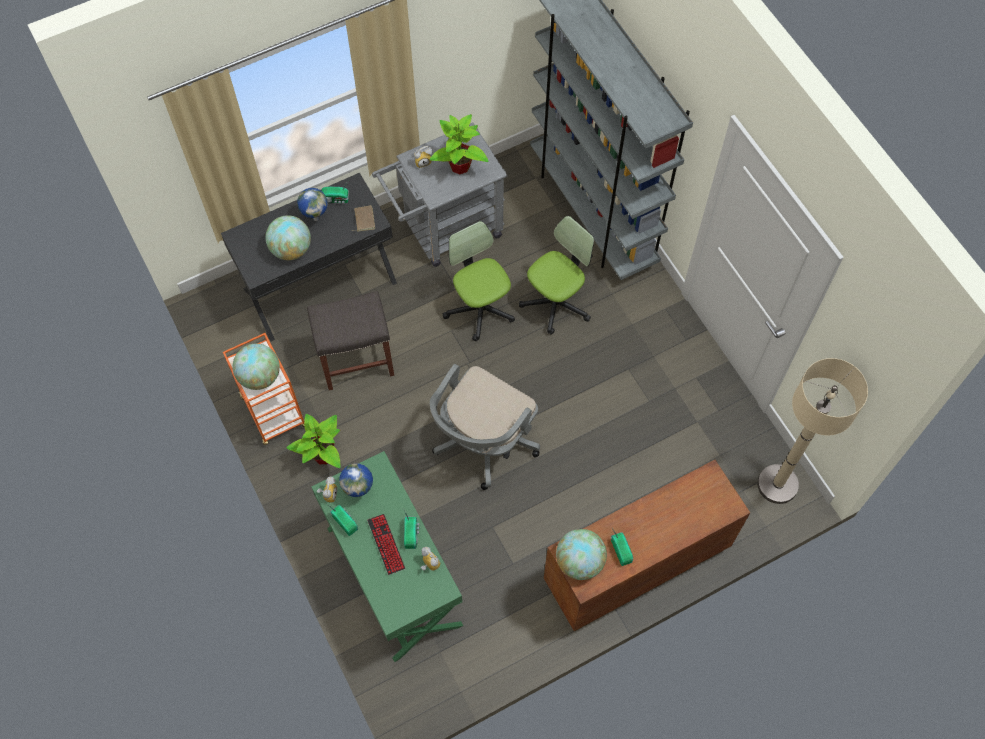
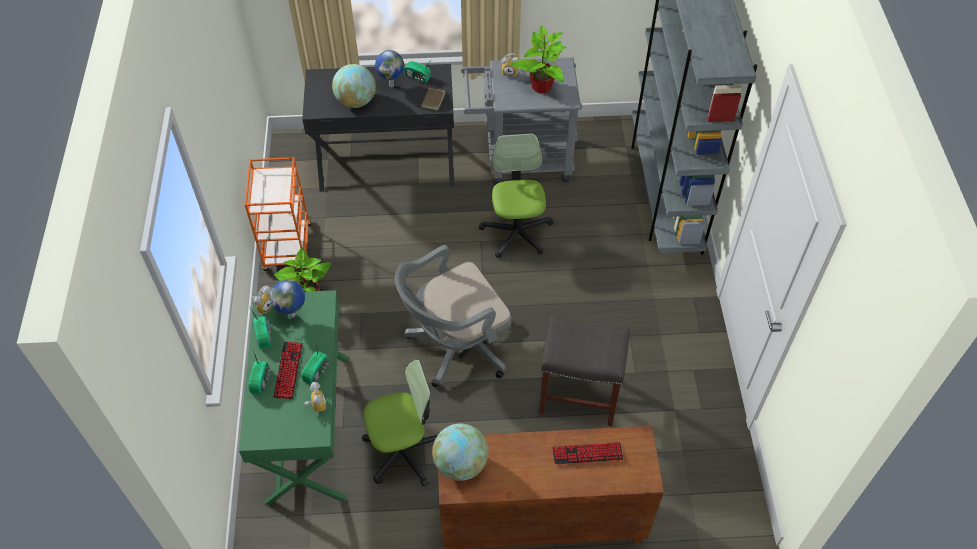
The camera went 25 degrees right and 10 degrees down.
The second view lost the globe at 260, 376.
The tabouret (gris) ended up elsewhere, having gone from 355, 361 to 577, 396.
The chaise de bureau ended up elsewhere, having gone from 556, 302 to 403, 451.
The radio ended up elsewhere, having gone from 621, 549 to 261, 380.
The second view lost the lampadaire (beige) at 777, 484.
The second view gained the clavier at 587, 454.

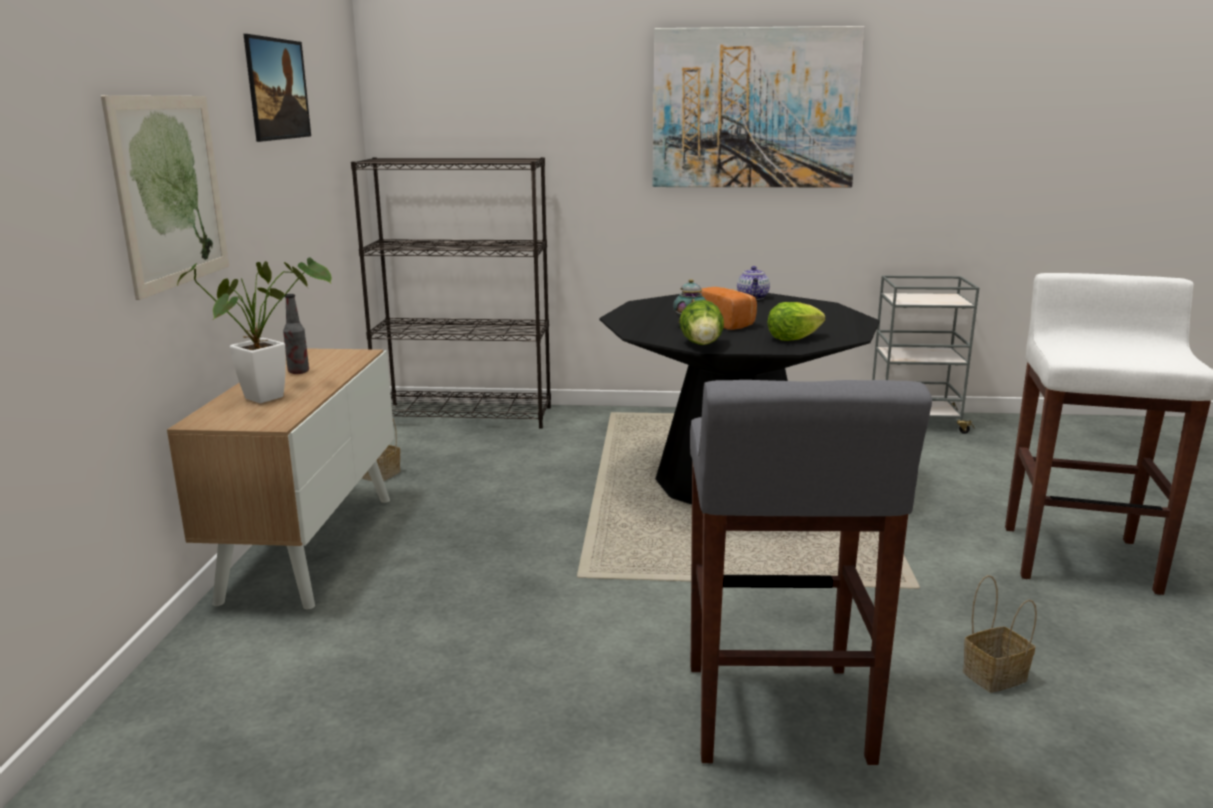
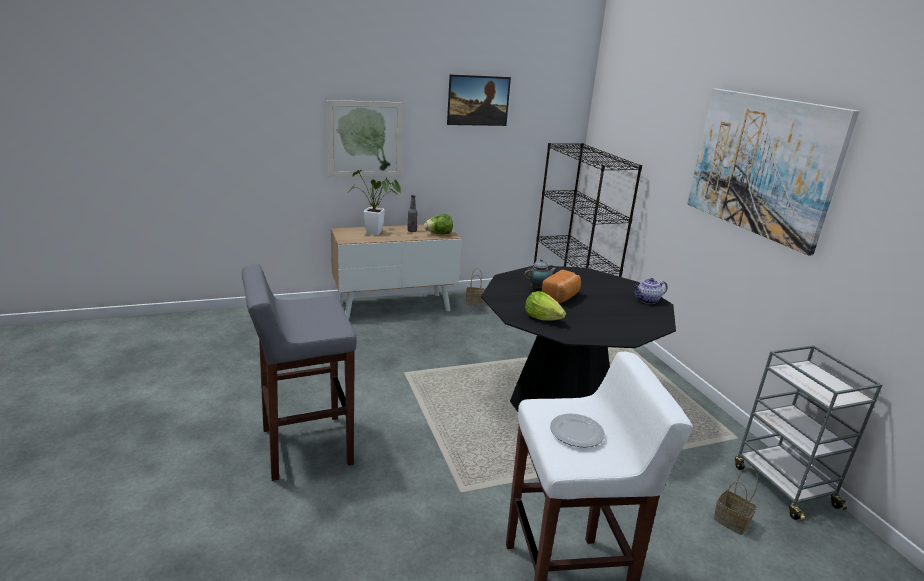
The camera went 65 degrees right and 5 degrees up.
The laitue ended up elsewhere, having gone from 702, 345 to 438, 234.
The panier ended up elsewhere, having gone from 995, 675 to 732, 521.
The second view gained the assiette at 577, 433.

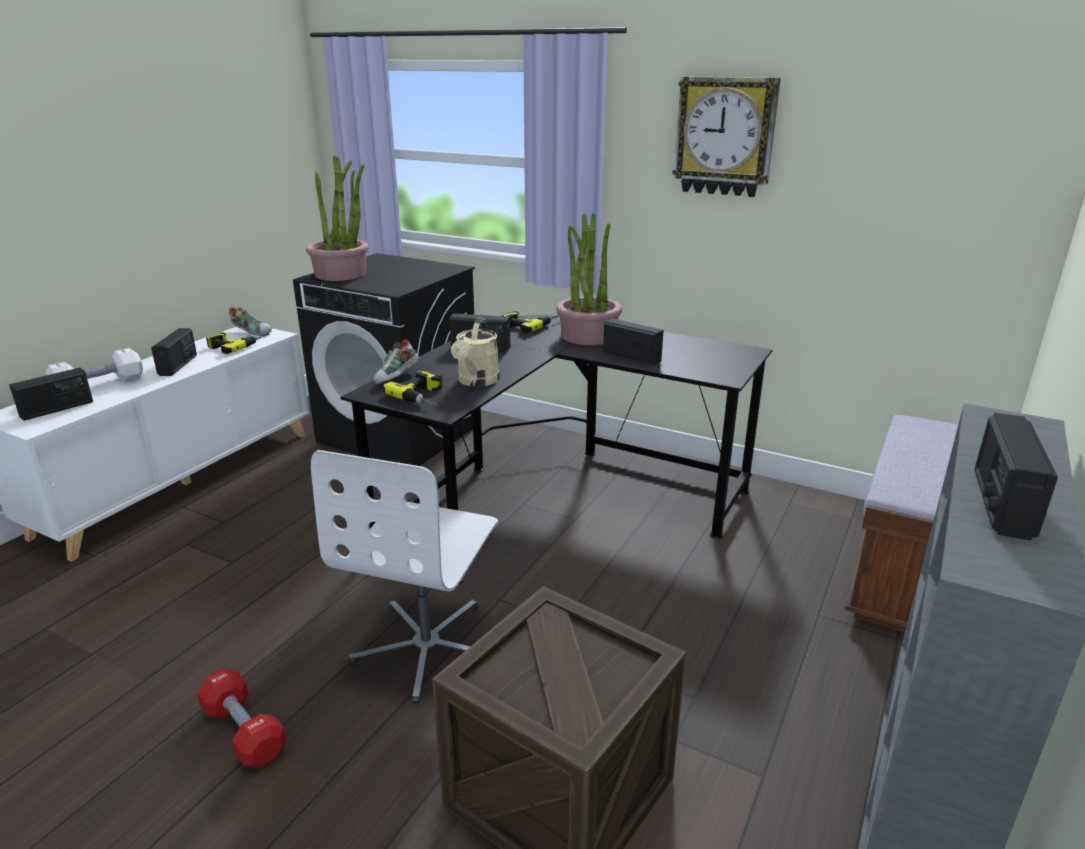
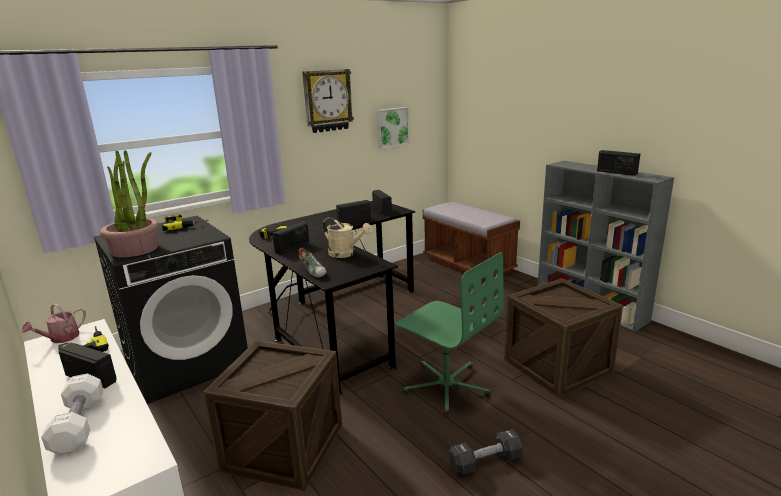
The camera went 65 degrees left and 5 degrees down.
The radio ended up elsewhere, having gone from 57, 409 to 382, 210.
What was the haltère (rouge) at 244, 732 turned into the haltère (noir) at 485, 462.
Where the chaussure stood at 252, 332, the arrosoir came to stand at 61, 338.
What was the chaise de bureau (blanc) at 428, 648 turned into the chaise de bureau (vert) at 446, 386.
The perceuse ended up elsewhere, having gone from 426, 396 to 185, 225.
The second view lost the plante en pot at 588, 336.
The second view gained the caisse at 283, 446.
The second view gained the tableau at 392, 127.

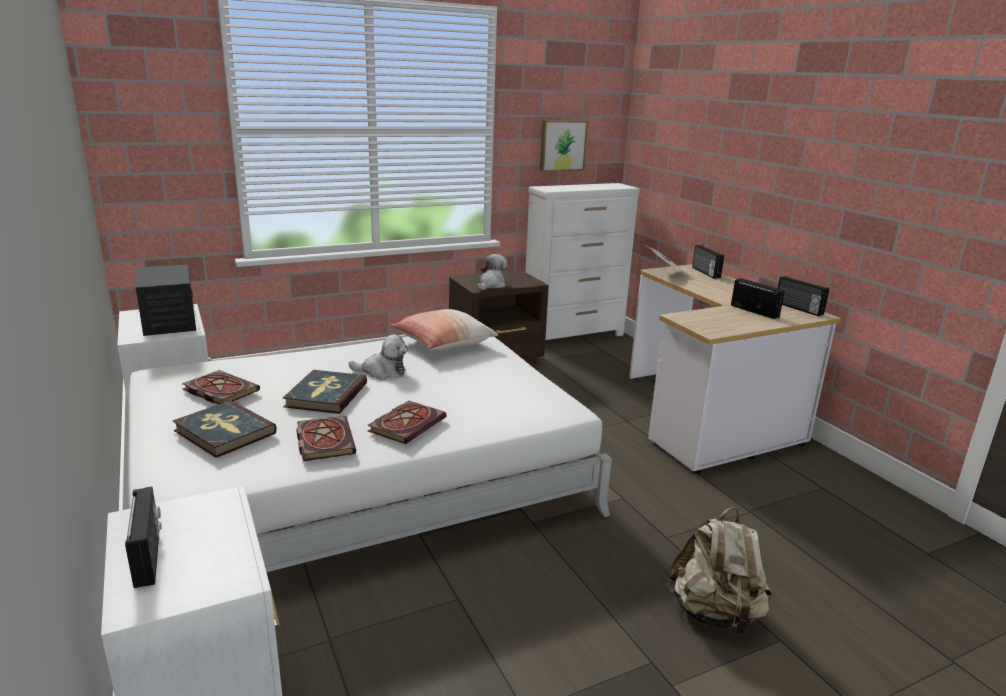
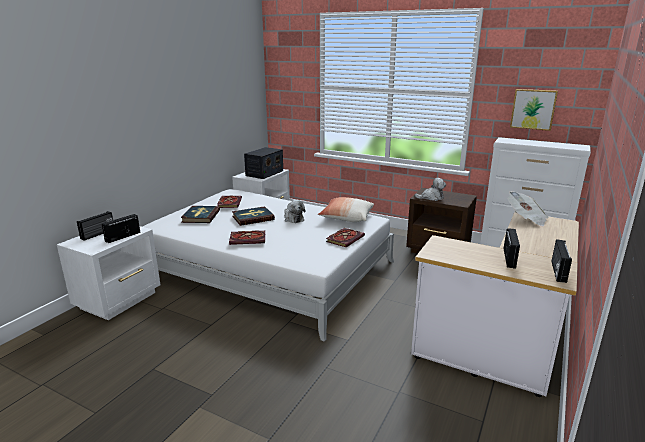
The camera went 55 degrees right and 0 degrees up.
The livre ended up elsewhere, having gone from 323, 440 to 345, 238.
The second view lost the sac à dos (beige) at 714, 614.
The radio ended up elsewhere, having gone from 705, 272 to 122, 236.

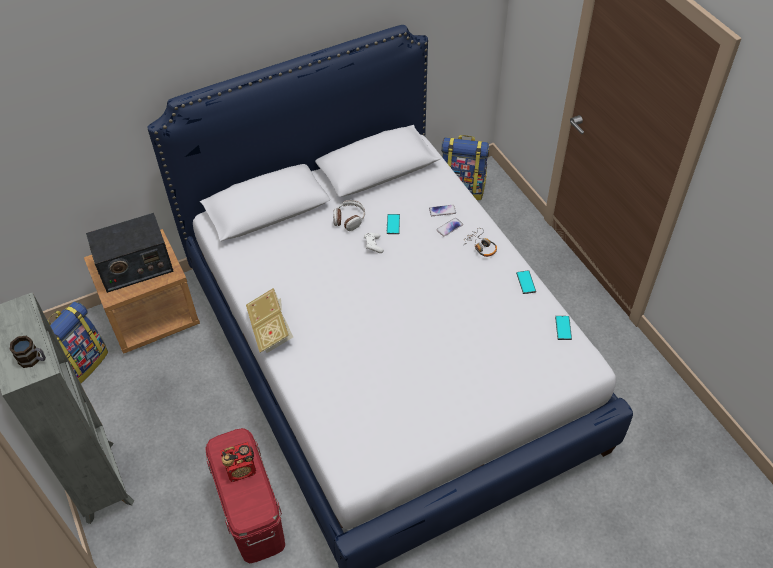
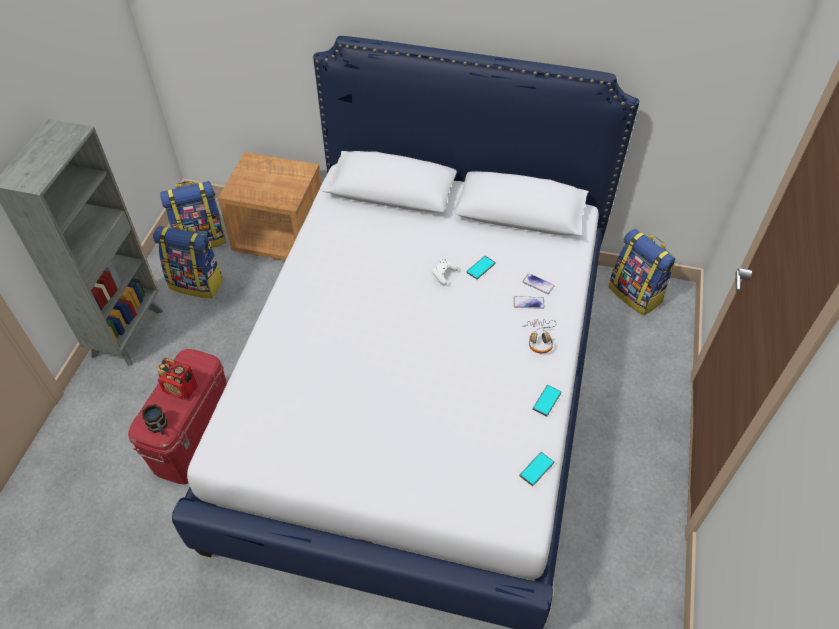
The camera went 40 degrees right and 0 degrees up.
The mug ended up elsewhere, having gone from 33, 359 to 159, 427.
The second view lost the radio at 135, 267.
The second view lost the livre at 271, 330.
The second view lost the casque audio at 349, 219.
The second view gained the sac à dos at 197, 283.

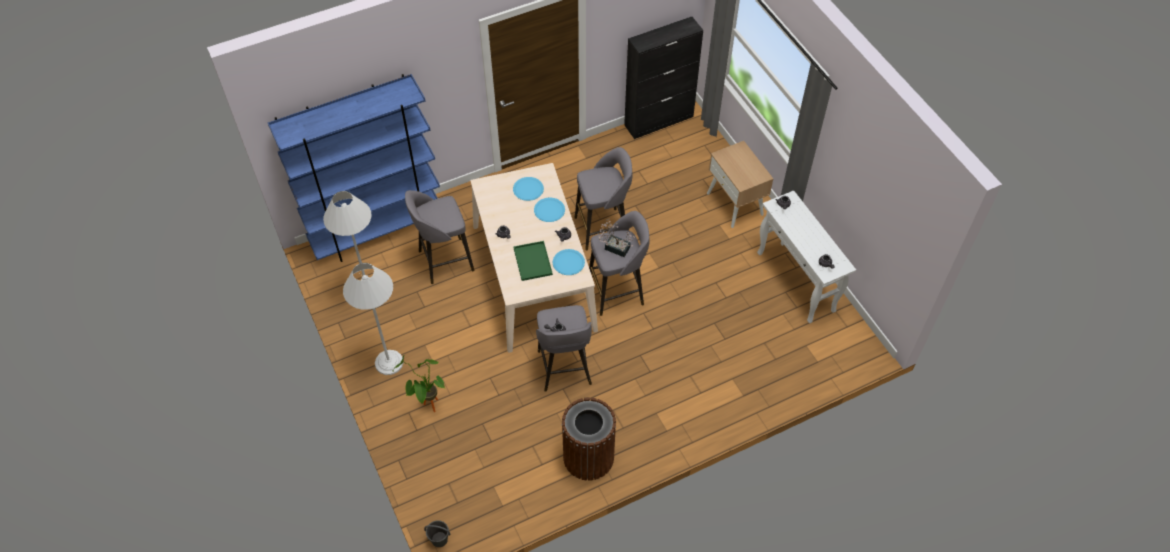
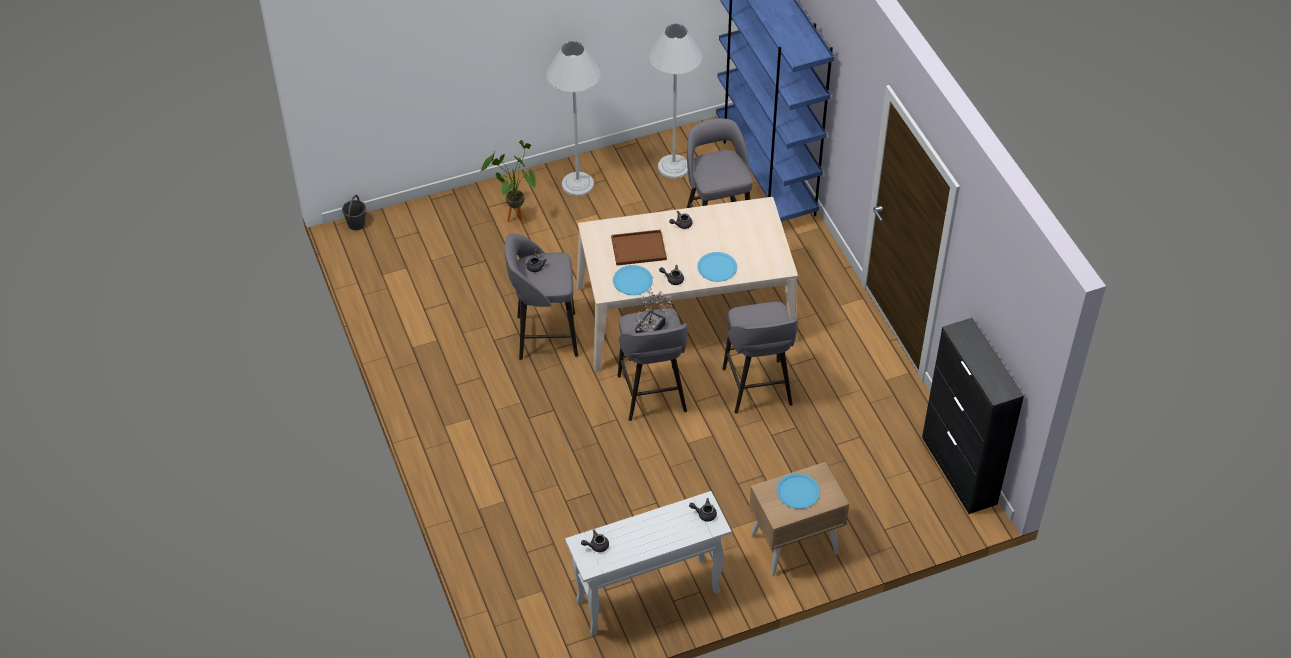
The camera went 95 degrees right and 5 degrees down.
The assiette (bleu) ended up elsewhere, having gone from 528, 189 to 798, 491.
What was the plateau (vert) at 533, 262 turned into the plateau (marron) at 637, 249.
The second view lost the poubelle (marron) at 588, 457.

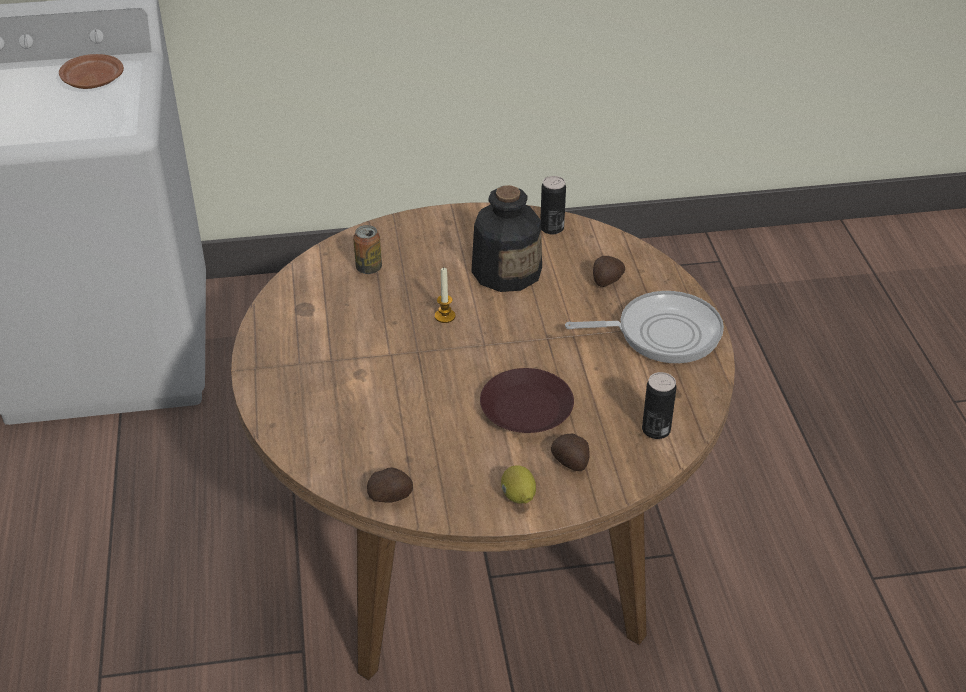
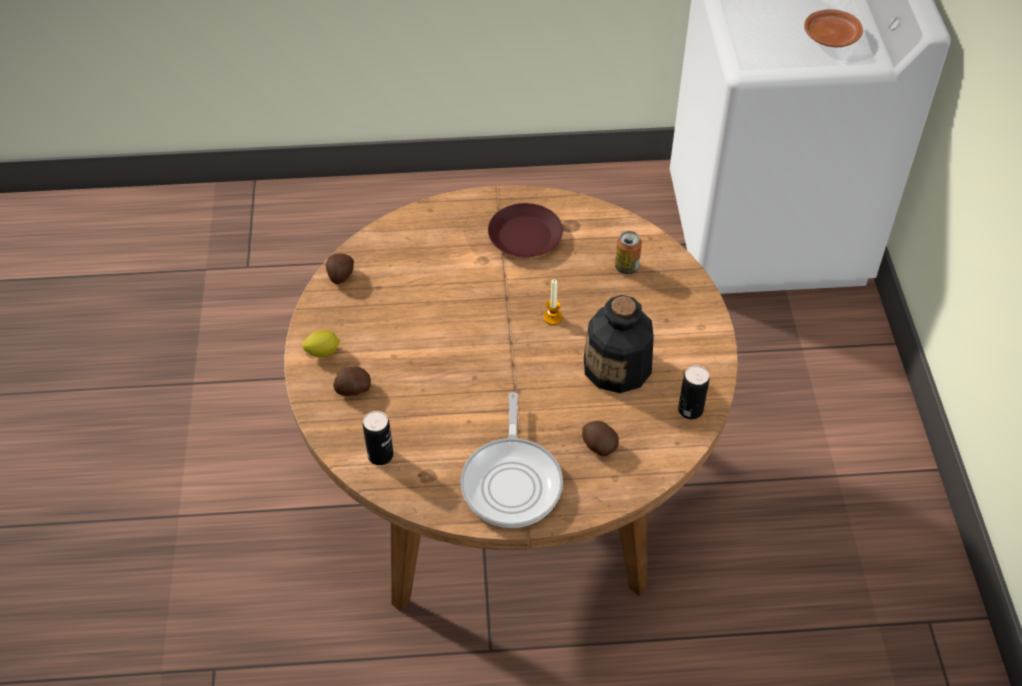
The camera went 95 degrees right and 10 degrees up.
The assiette (marron) ended up elsewhere, having gone from 527, 408 to 525, 237.

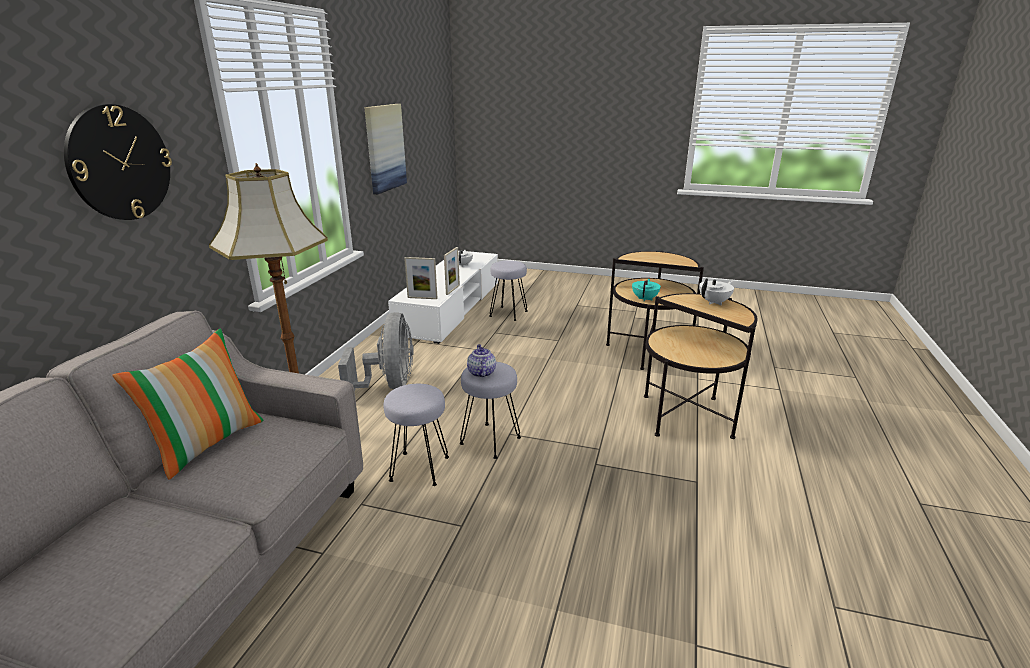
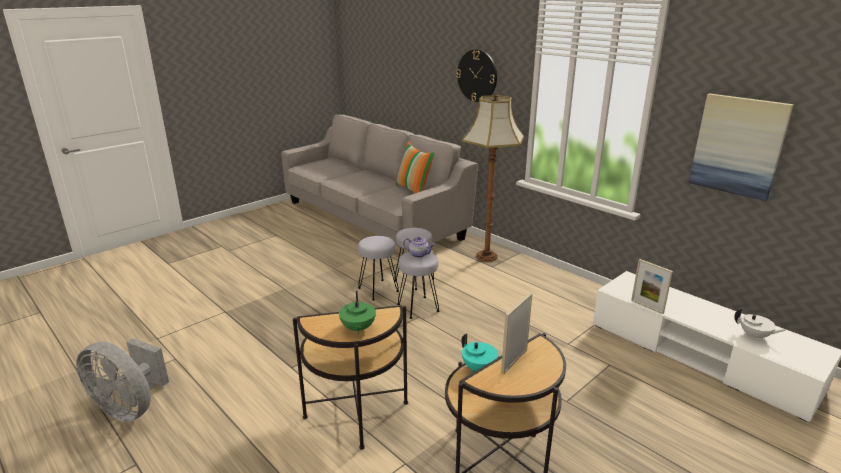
The camera went 120 degrees right and 0 degrees up.
The ventilateur (gris) ended up elsewhere, having gone from 389, 386 to 130, 407.
The cadre photo ended up elsewhere, having gone from 422, 298 to 514, 361.
The tabouret (gris) ended up elsewhere, having gone from 508, 313 to 378, 290.
What was the théière (blanc) at 714, 302 turned into the théière (vert) at 357, 329.

